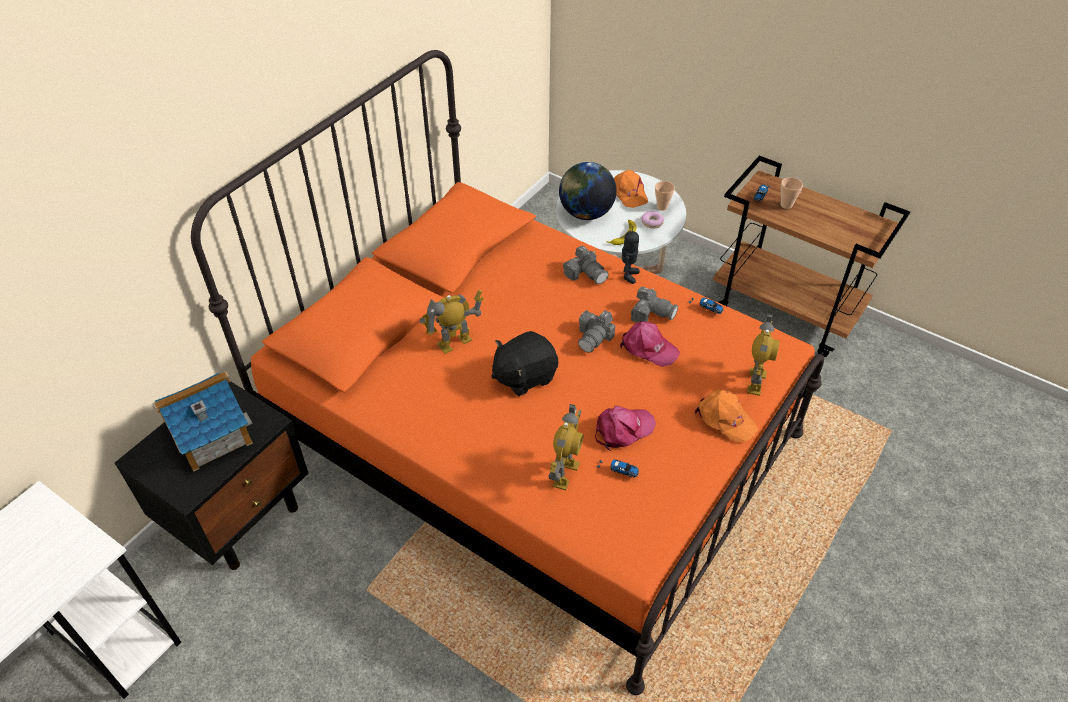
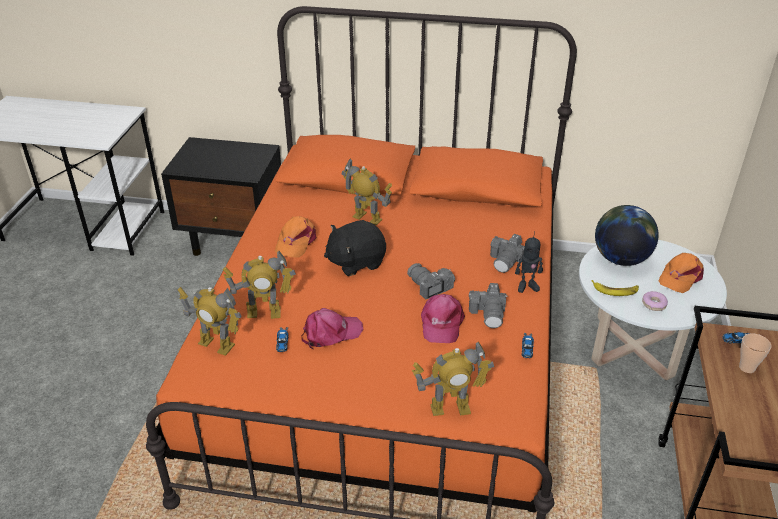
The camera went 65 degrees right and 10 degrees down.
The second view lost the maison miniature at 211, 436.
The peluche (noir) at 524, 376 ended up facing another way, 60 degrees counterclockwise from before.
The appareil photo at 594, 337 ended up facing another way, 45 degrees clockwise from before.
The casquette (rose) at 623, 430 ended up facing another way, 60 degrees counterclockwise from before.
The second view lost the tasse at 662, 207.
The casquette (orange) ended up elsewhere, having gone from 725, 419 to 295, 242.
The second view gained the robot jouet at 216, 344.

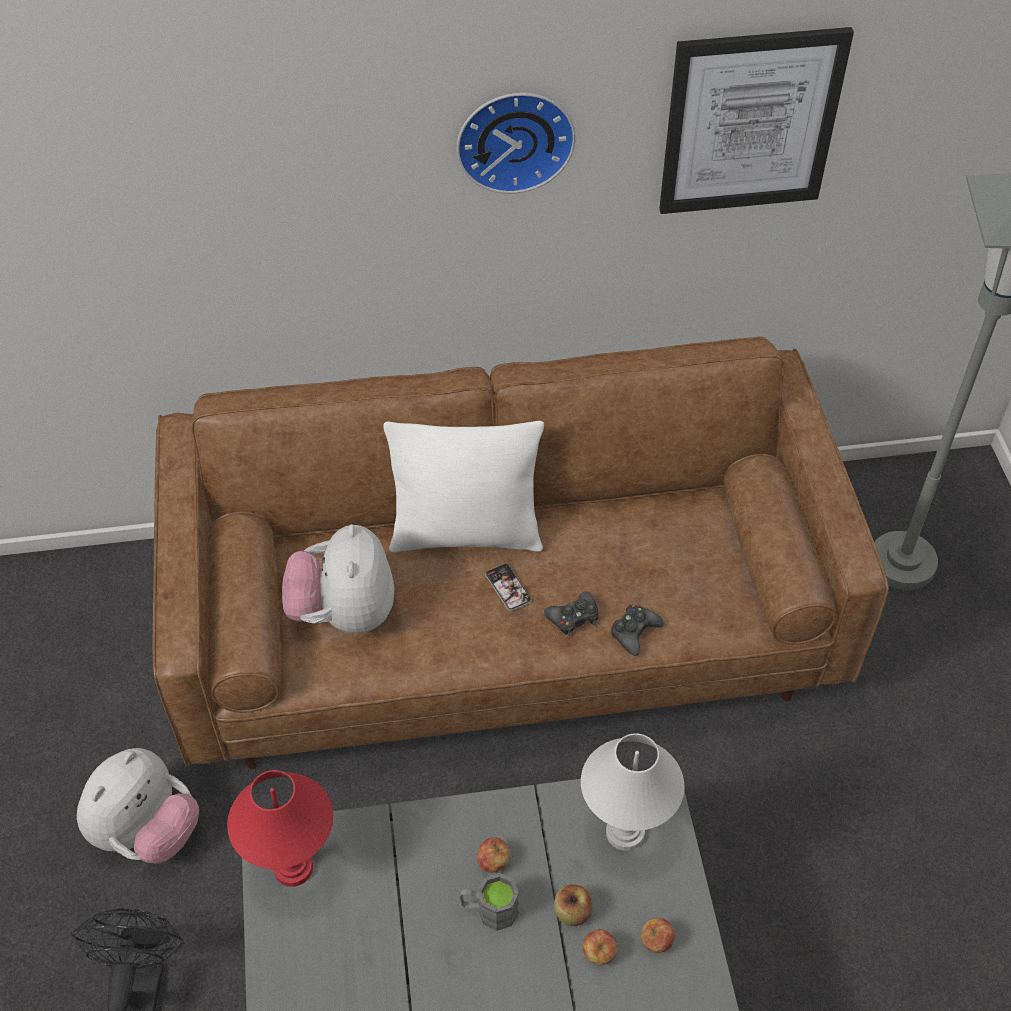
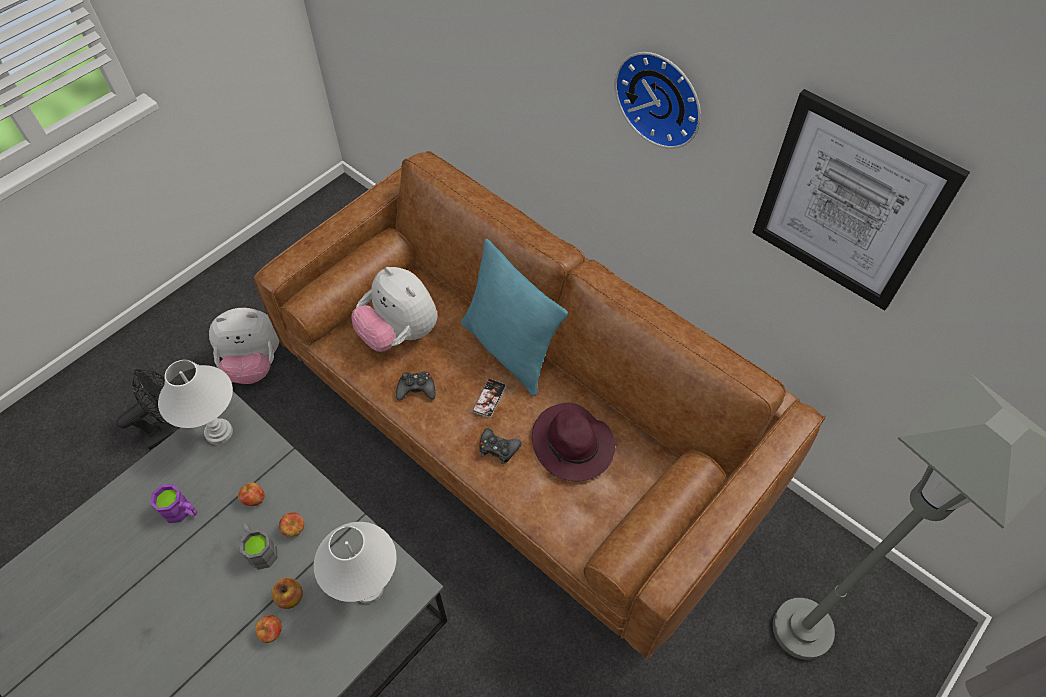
The camera went 50 degrees right and 5 degrees up.
What was the lampe de table (rouge) at 292, 868 turned into the lampe de table (blanc) at 219, 432.
The peluche at 344, 613 ended up facing another way, 90 degrees counterclockwise from before.
What was the coussin (blanc) at 466, 534 turned into the coussin (turquoise) at 509, 350.
The manette (noir) ended up elsewhere, having gone from 634, 632 to 416, 389.
The pomme ended up elsewhere, having gone from 656, 942 to 254, 499.
The second view gained the mug (violet) at 182, 511.
The second view gained the chapeau (violet) at 573, 445.

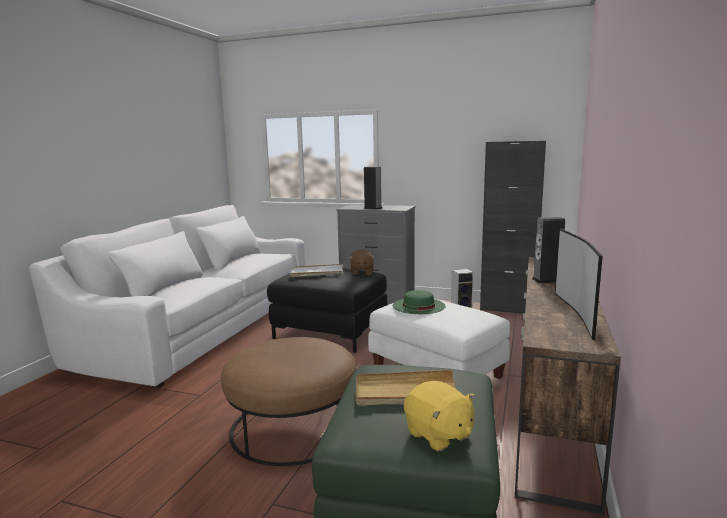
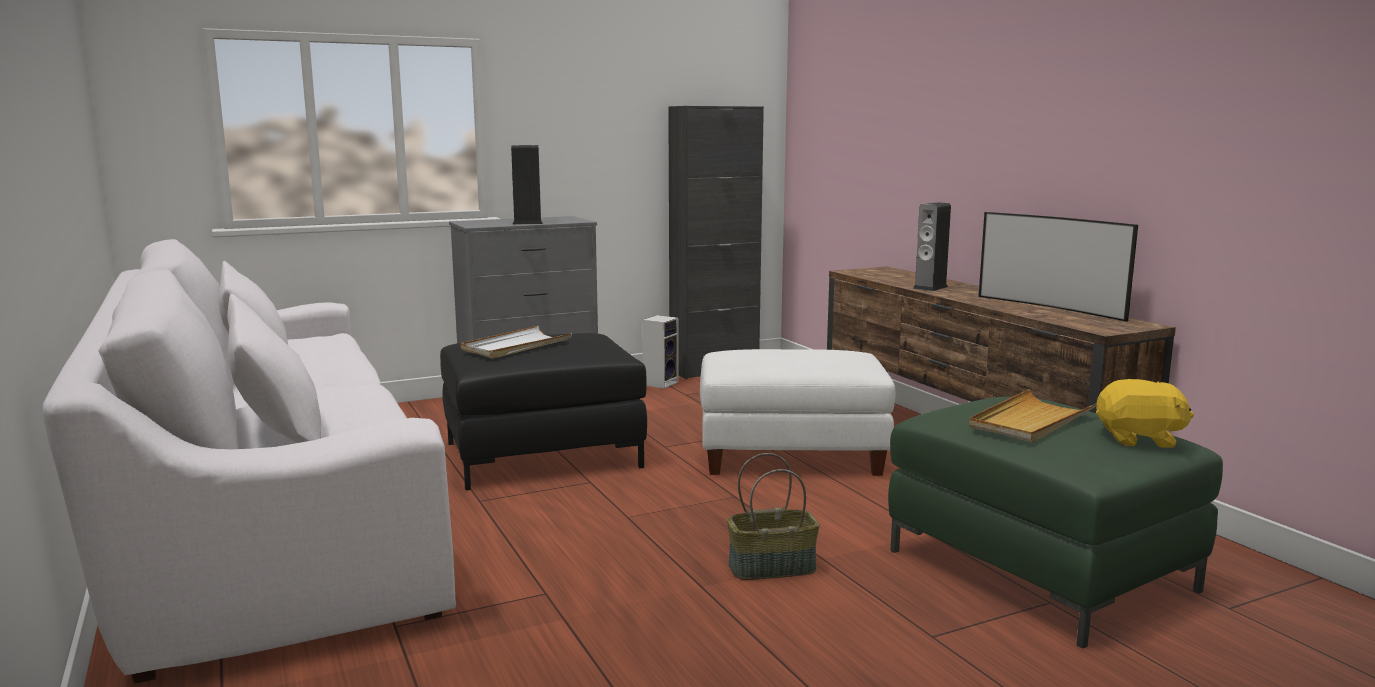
The camera went 45 degrees left and 0 degrees up.
Where the pouf (marron) stood at 293, 427, the panier came to stand at 772, 567.
The second view lost the peluche (marron) at 361, 272.
The second view lost the chapeau (vert) at 418, 305.

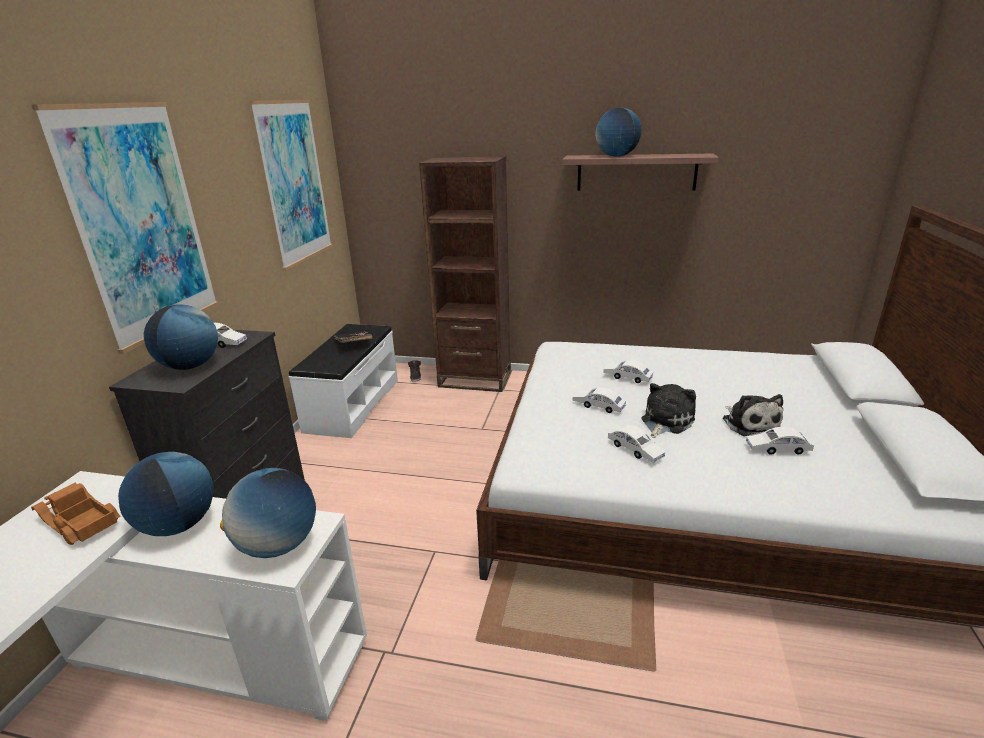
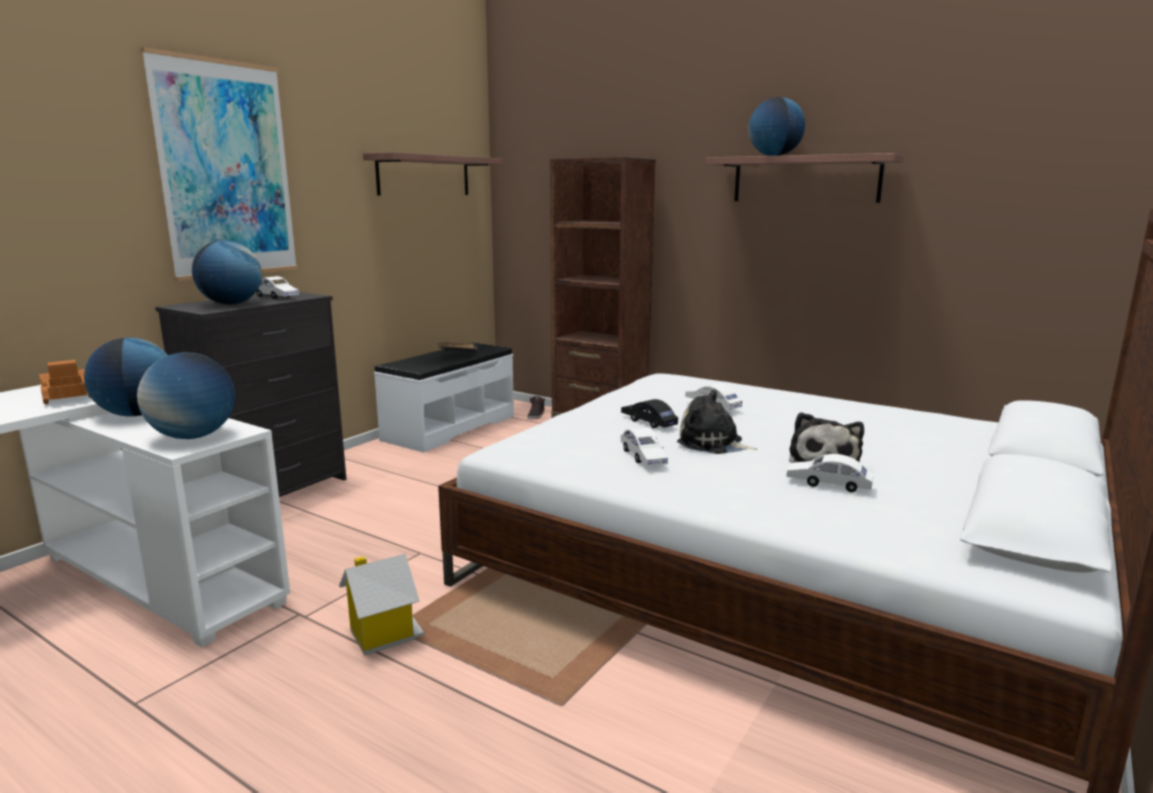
The camera went 20 degrees right and 10 degrees down.
Where the tableau hung at 294, 183, the étagère came to hang at 424, 175.
What was the petite voiture (blanc) at 598, 406 turned into the petite voiture (noir) at 648, 422.
The peluche at 665, 421 ended up facing another way, 120 degrees counterclockwise from before.
The second view gained the maison miniature at 383, 634.

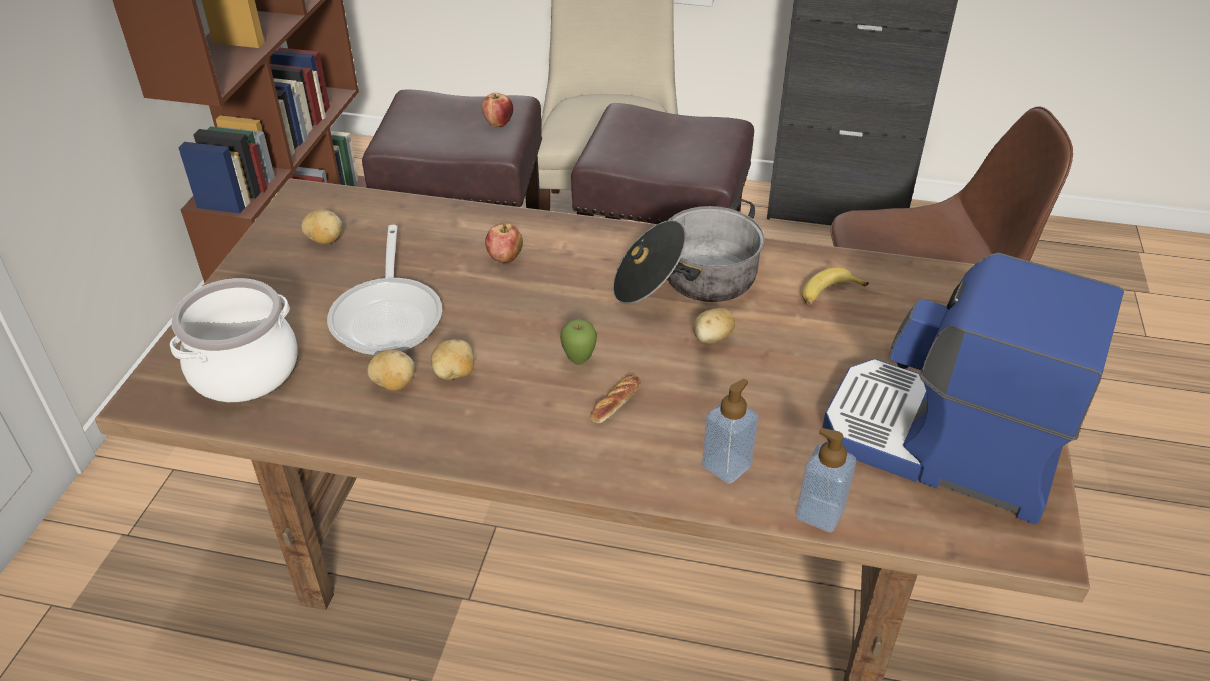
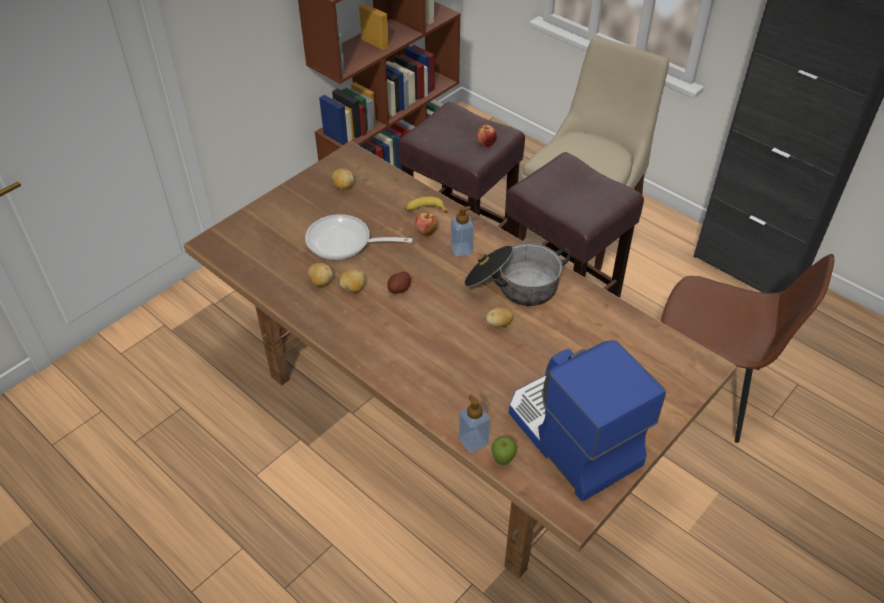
The camera went 30 degrees right and 5 degrees up.
The second view lost the marmite at 245, 371.
The poêle at 389, 315 ended up facing another way, 75 degrees clockwise from before.
The pomme ended up elsewhere, having gone from 579, 360 to 502, 461.
The second view lost the pain at 615, 403.
The distributeur de savon ended up elsewhere, having gone from 726, 466 to 461, 249.
The banane ended up elsewhere, having gone from 828, 294 to 425, 210.
The second view gained the pomme de terre at 399, 289.

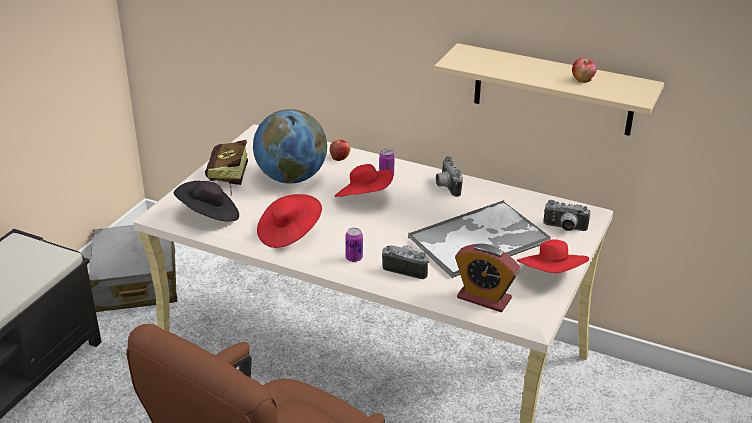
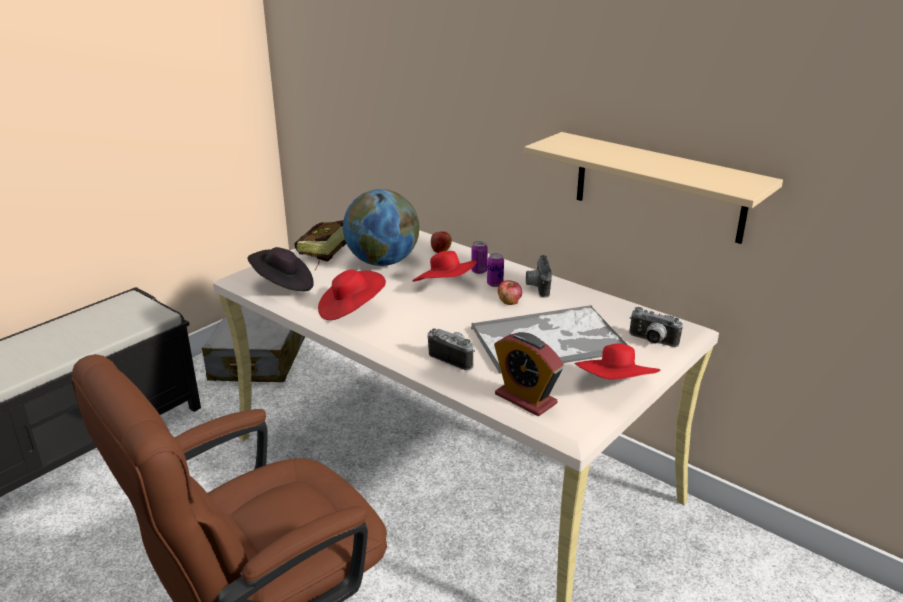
The camera went 15 degrees right and 5 degrees down.
The boîte métallique ended up elsewhere, having gone from 354, 258 to 495, 284.
The pomme ended up elsewhere, having gone from 583, 79 to 509, 301.

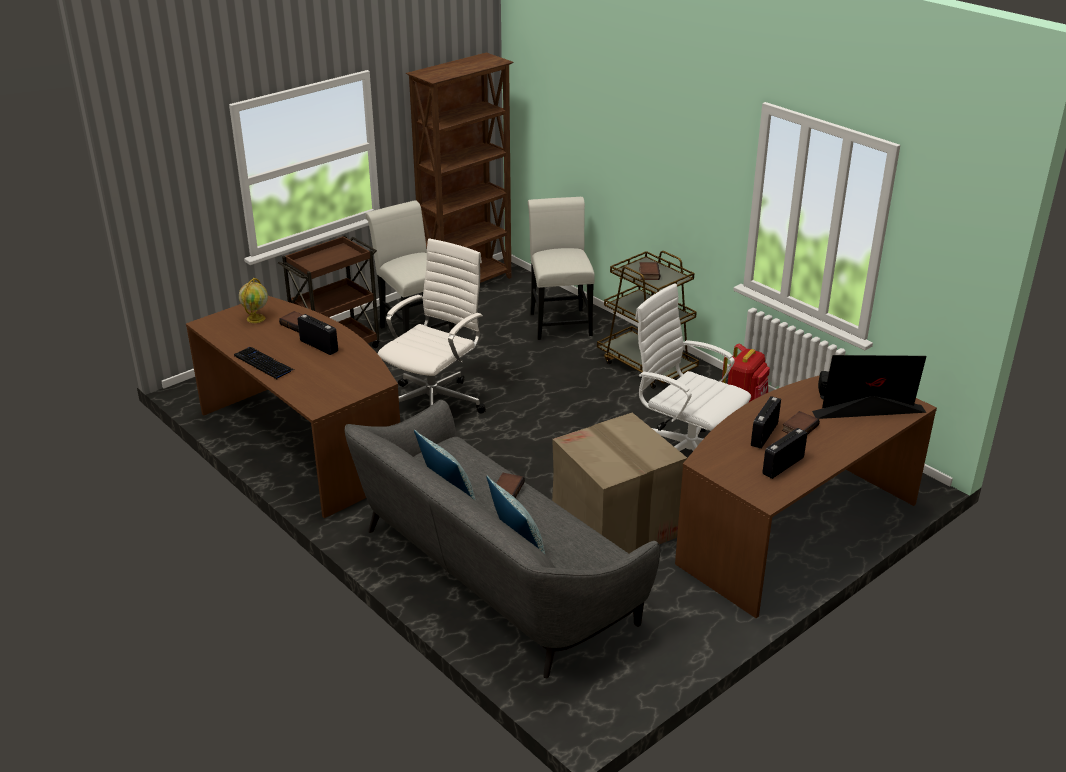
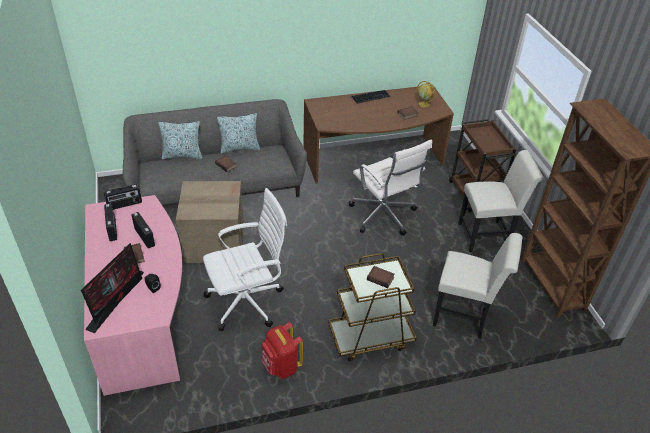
The camera went 115 degrees right and 10 degrees up.
The radio ended up elsewhere, having gone from 319, 346 to 124, 204.
What was the bureau (marron) at 792, 529 turned into the bureau (rose) at 143, 314.

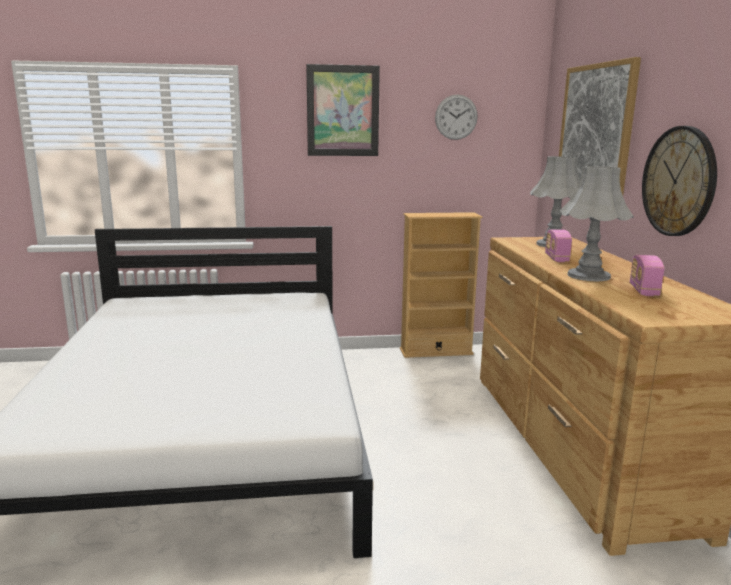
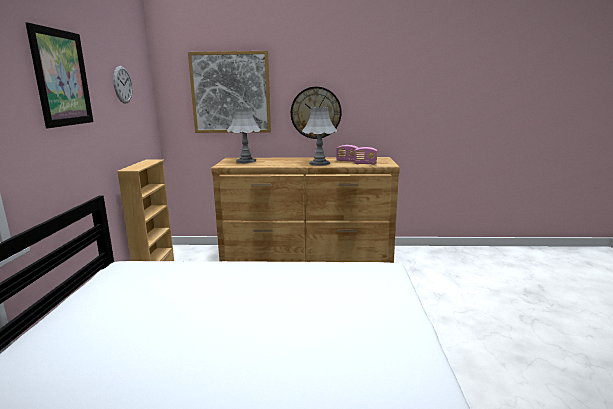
The camera went 80 degrees left and 0 degrees up.
The radio ended up elsewhere, having gone from 556, 258 to 365, 164.

